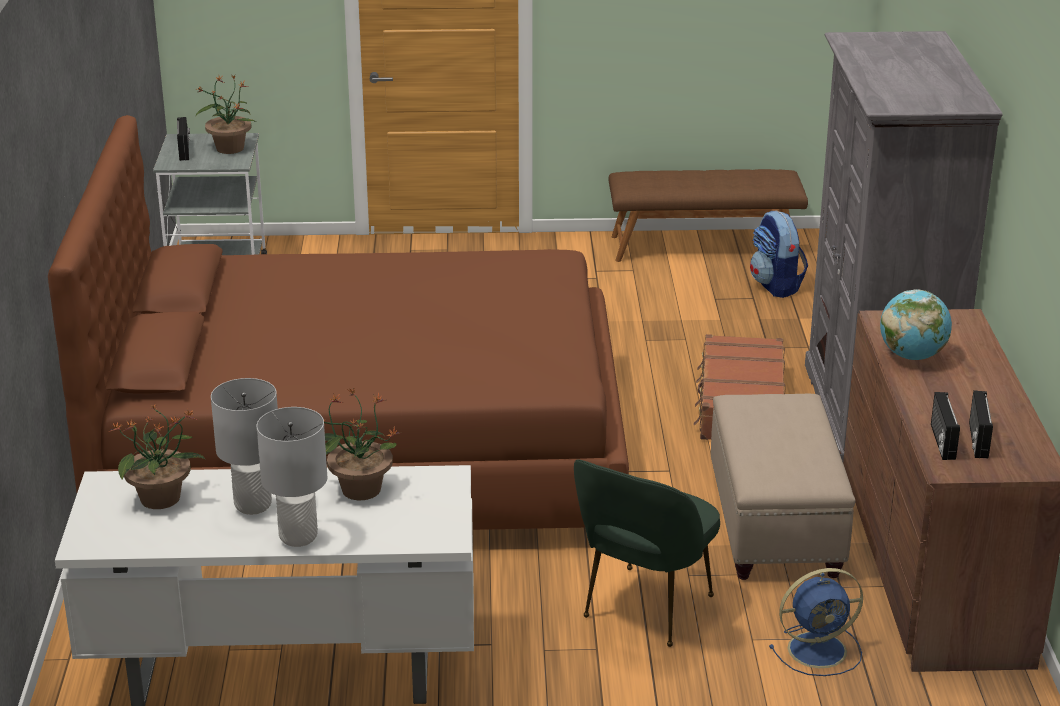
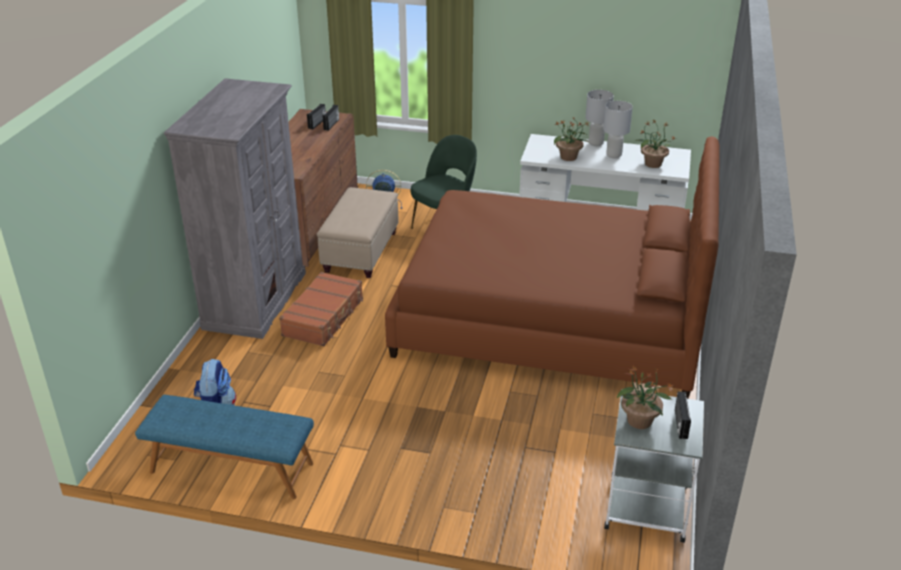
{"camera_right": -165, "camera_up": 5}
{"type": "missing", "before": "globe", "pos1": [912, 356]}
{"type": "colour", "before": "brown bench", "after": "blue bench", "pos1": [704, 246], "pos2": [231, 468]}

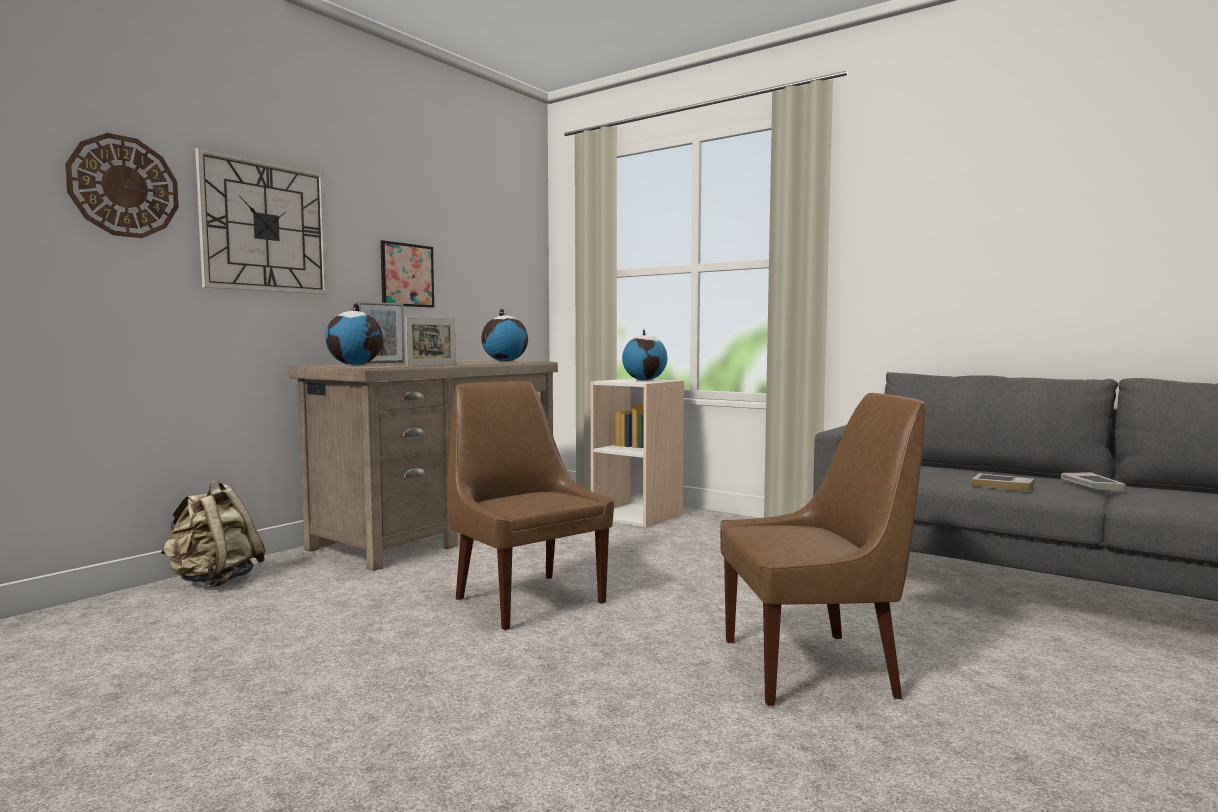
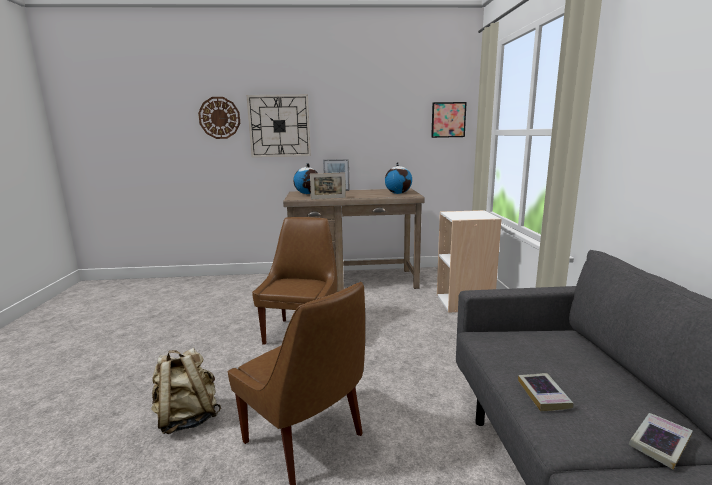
{"camera_right": 50, "camera_up": 10}
{"type": "missing", "before": "globe", "pos1": [644, 380]}
{"type": "relocated", "before": "beige backpack", "pos1": [214, 581], "pos2": [187, 418]}
{"type": "relocated", "before": "picture", "pos1": [407, 275], "pos2": [448, 120]}

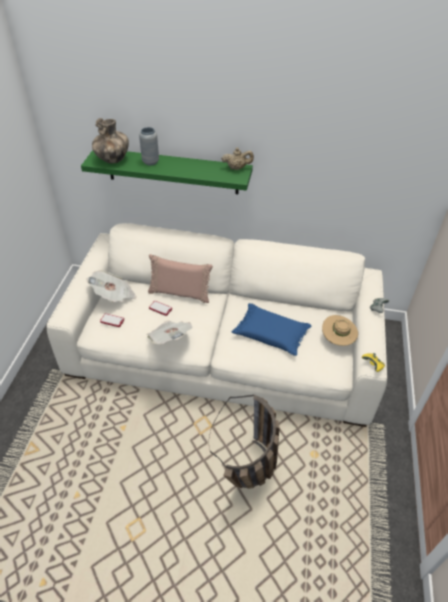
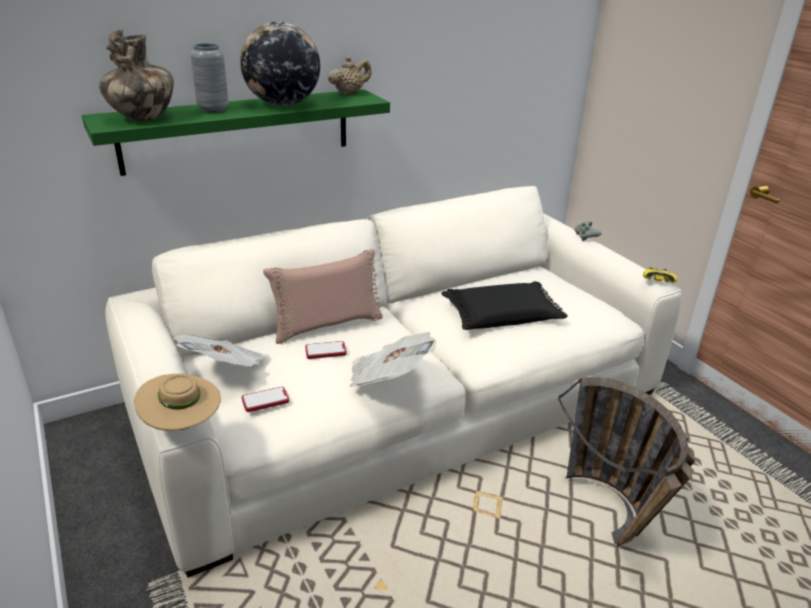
{"camera_right": -40, "camera_up": -15}
{"type": "appeared", "after": "globe", "pos2": [283, 104]}
{"type": "relocated", "before": "beige hat", "pos1": [337, 339], "pos2": [183, 425]}
{"type": "colour", "before": "blue pillow", "after": "black pillow", "pos1": [271, 332], "pos2": [502, 312]}

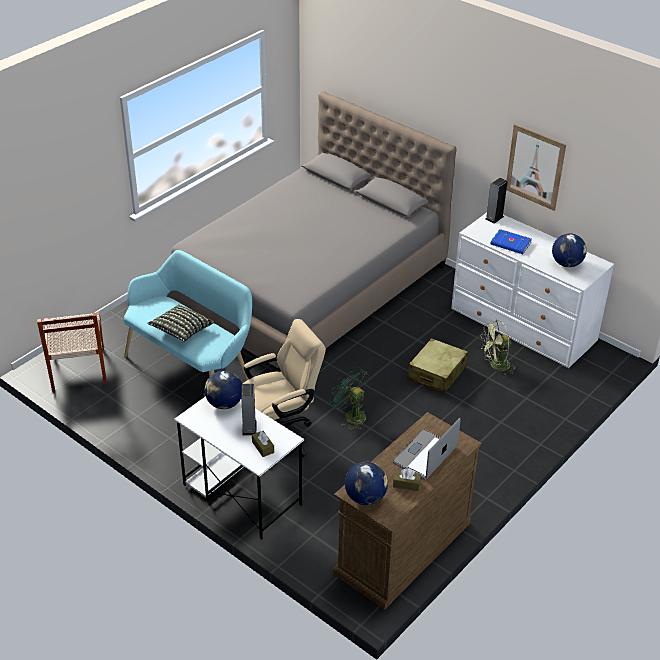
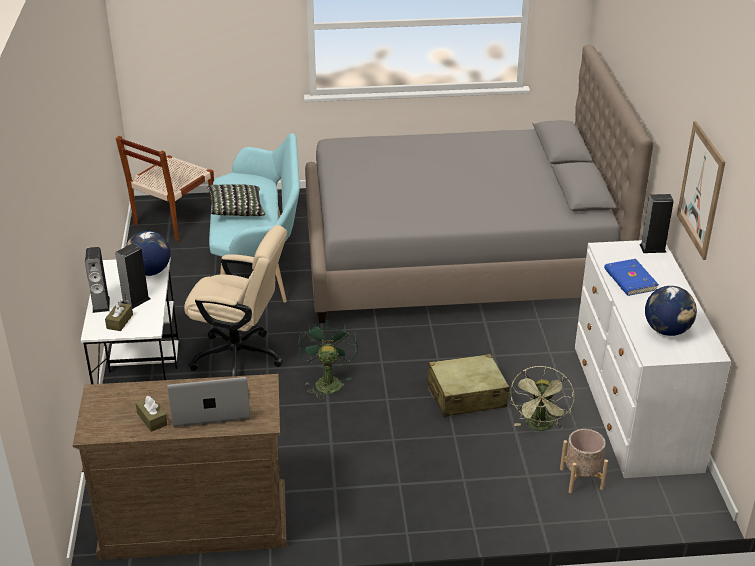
{"camera_right": 45, "camera_up": -5}
{"type": "missing", "before": "globe", "pos1": [365, 497]}
{"type": "appeared", "after": "speaker", "pos2": [101, 304]}
{"type": "appeared", "after": "beige planter", "pos2": [581, 478]}
{"type": "spun", "before": "green fan", "pos1": [496, 366], "pos2": [540, 427], "turn": -105}

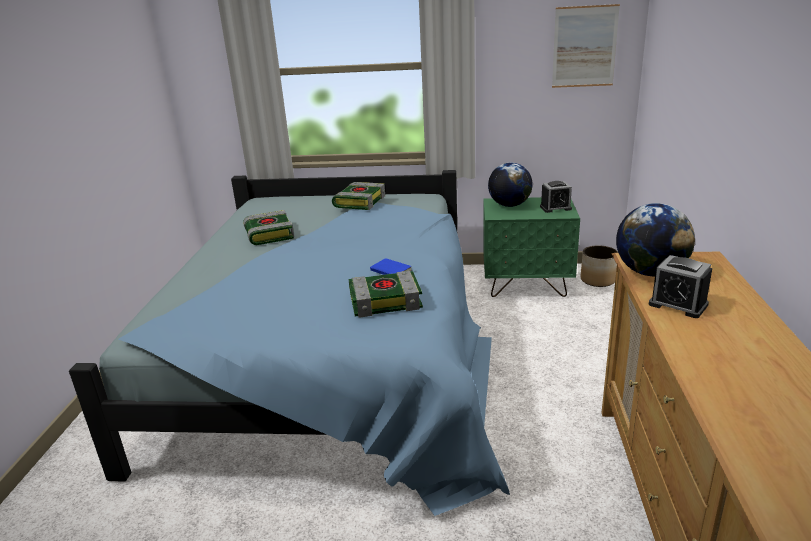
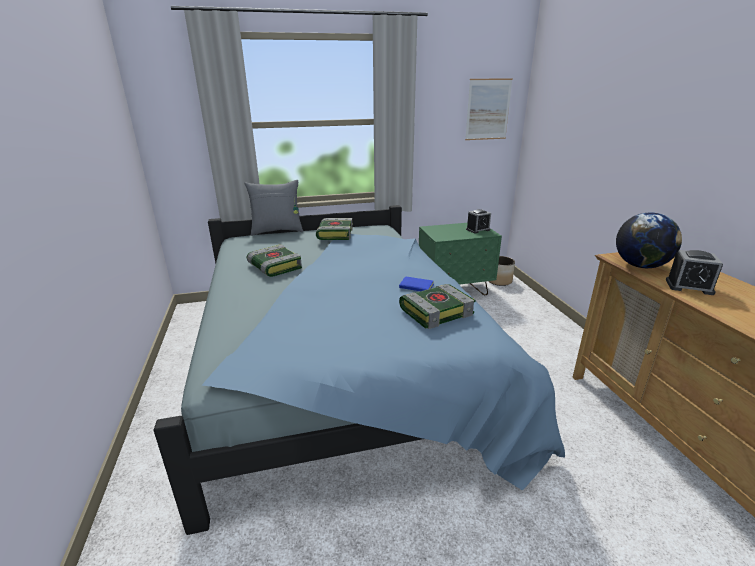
{"camera_right": -20, "camera_up": 0}
{"type": "missing", "before": "globe", "pos1": [509, 205]}
{"type": "appeared", "after": "grey pillow", "pos2": [277, 231]}

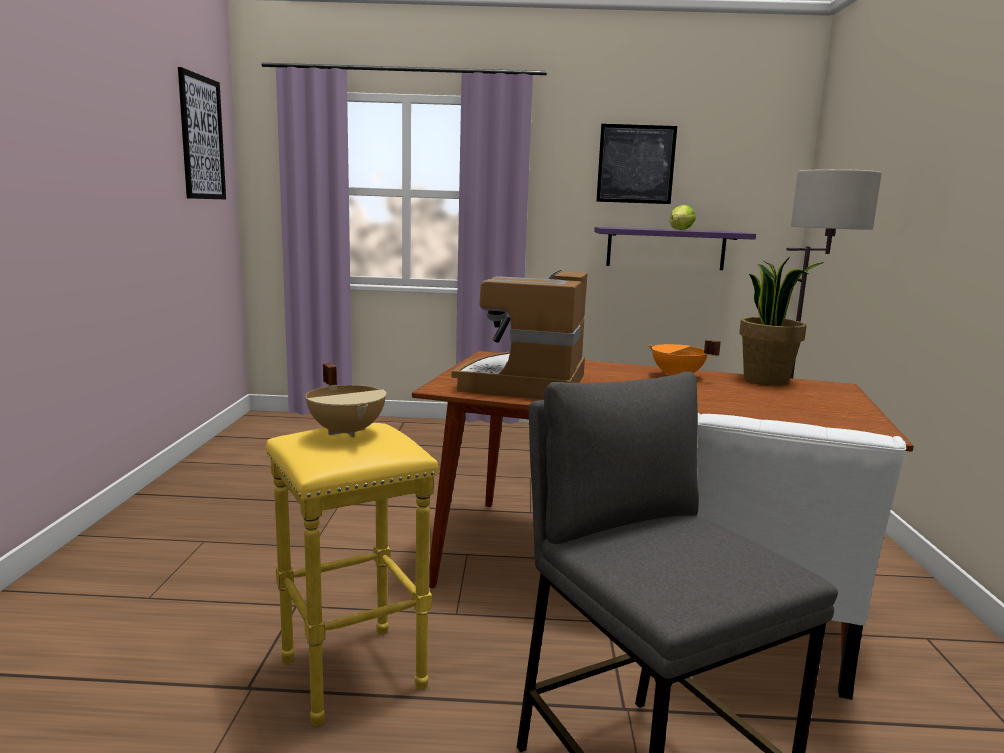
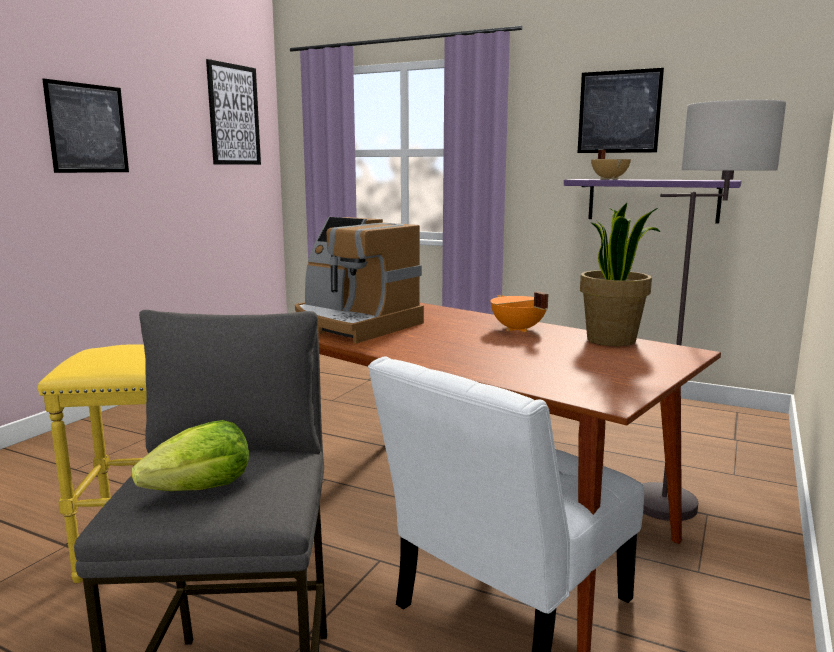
{"camera_right": 25, "camera_up": 0}
{"type": "appeared", "after": "picture", "pos2": [87, 128]}
{"type": "relocated", "before": "beige cooking pot", "pos1": [348, 431], "pos2": [610, 179]}
{"type": "relocated", "before": "lettuce", "pos1": [680, 230], "pos2": [202, 489]}
{"type": "spun", "before": "coffee machine", "pos1": [525, 383], "pos2": [353, 324], "turn": -90}

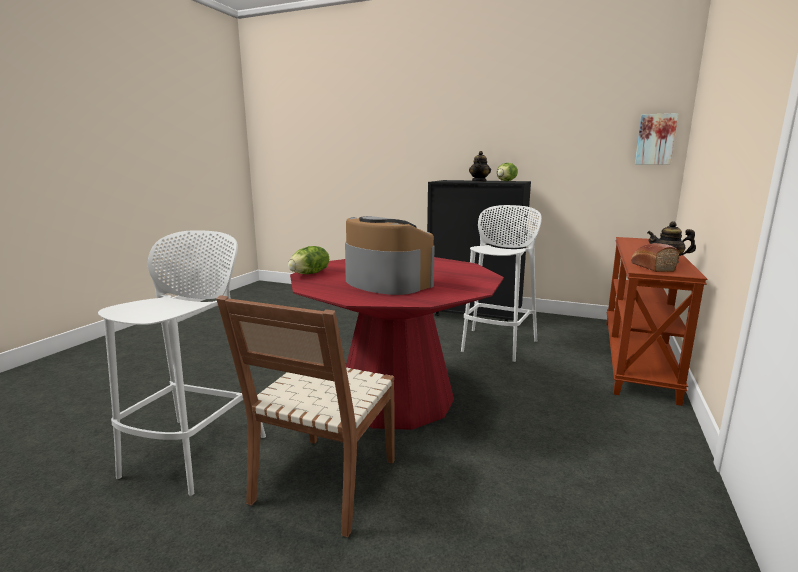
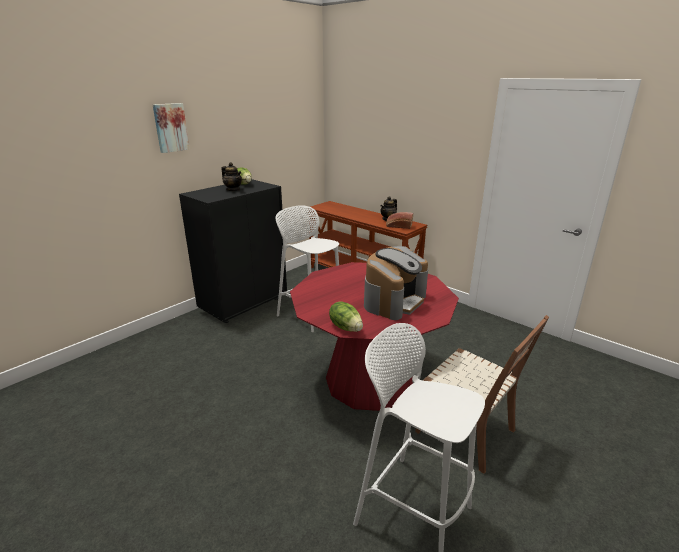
{"camera_right": -70, "camera_up": 10}
{"type": "relocated", "before": "picture", "pos1": [655, 139], "pos2": [170, 127]}
{"type": "spun", "before": "coffee machine", "pos1": [386, 282], "pos2": [394, 301], "turn": 150}

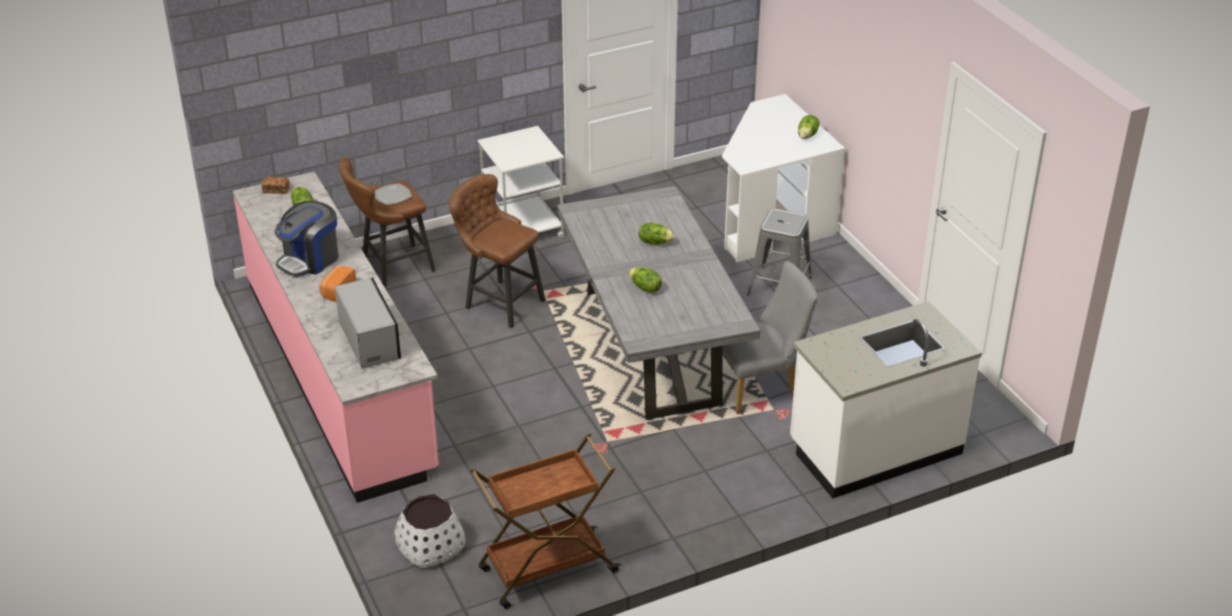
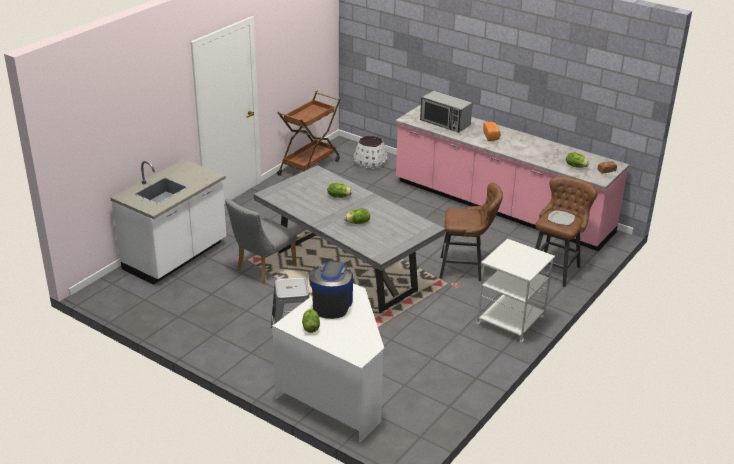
{"camera_right": 150, "camera_up": -5}
{"type": "relocated", "before": "coffee machine", "pos1": [310, 260], "pos2": [331, 304]}

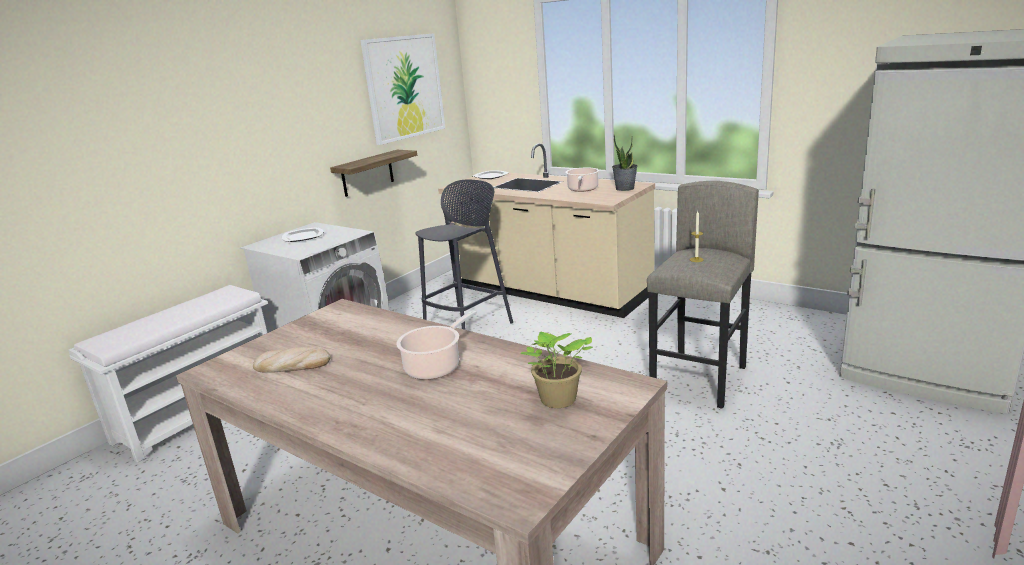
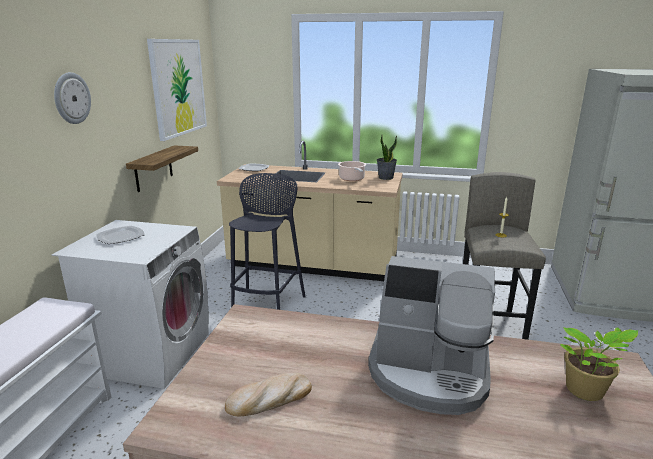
{"camera_right": -25, "camera_up": 0}
{"type": "appeared", "after": "wall clock", "pos2": [71, 98]}
{"type": "exchanged", "before": "cooking pot", "after": "coffee machine", "pos1": [435, 367], "pos2": [429, 373]}

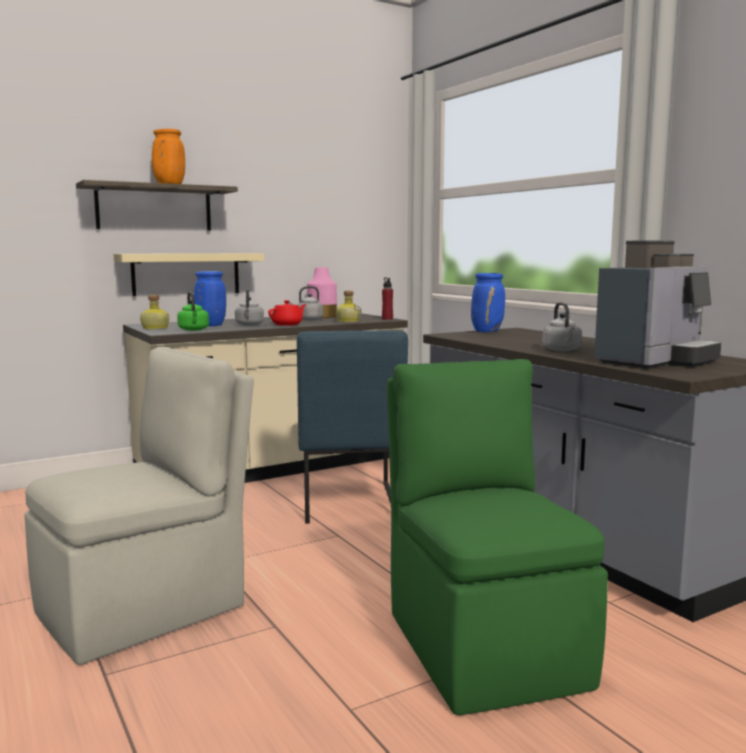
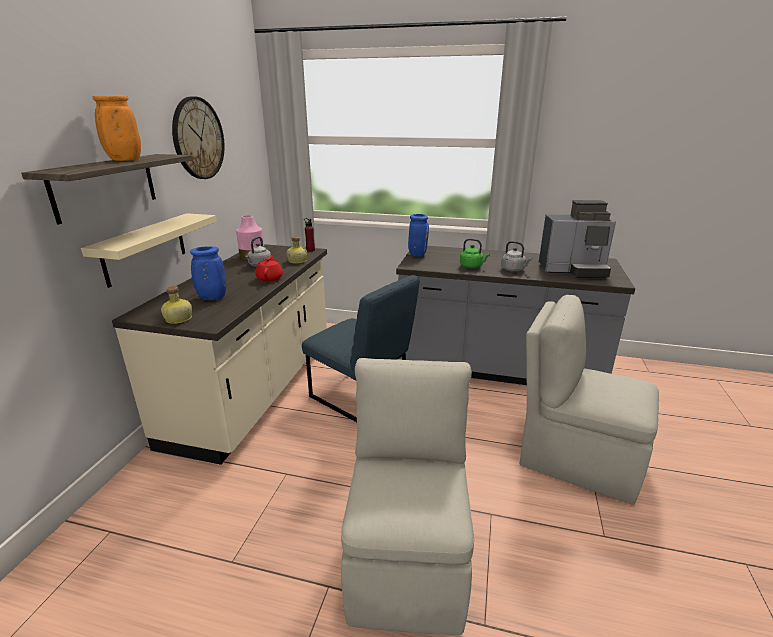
{"camera_right": -45, "camera_up": 15}
{"type": "missing", "before": "grey kettle", "pos1": [249, 325]}
{"type": "appeared", "after": "wall clock", "pos2": [198, 139]}
{"type": "relocated", "before": "green kettle", "pos1": [193, 330], "pos2": [472, 266]}
{"type": "colour", "before": "green chair", "after": "beige chair", "pos1": [484, 645], "pos2": [576, 457]}
{"type": "spun", "before": "coffee machine", "pos1": [655, 361], "pos2": [573, 270], "turn": 90}

